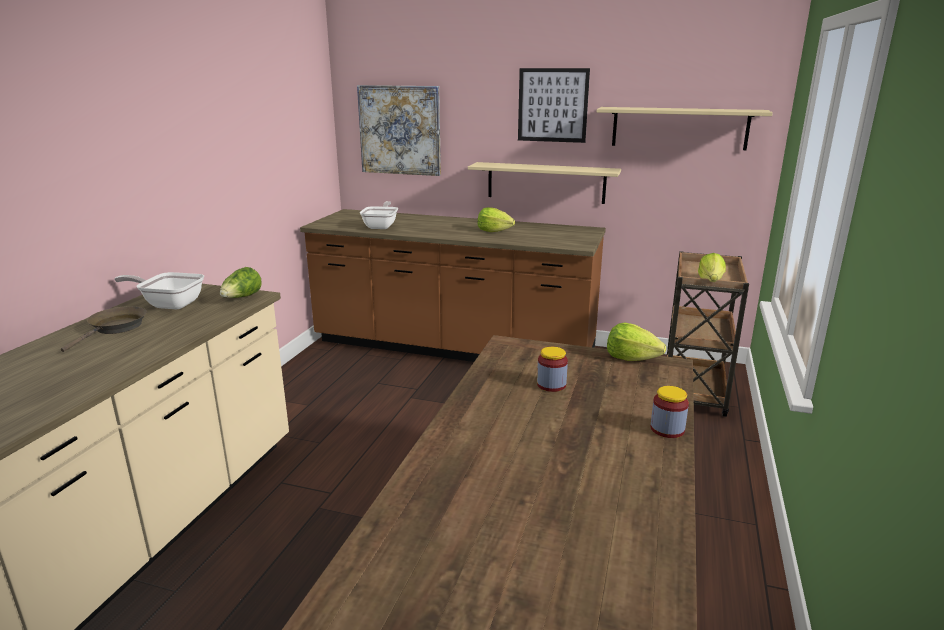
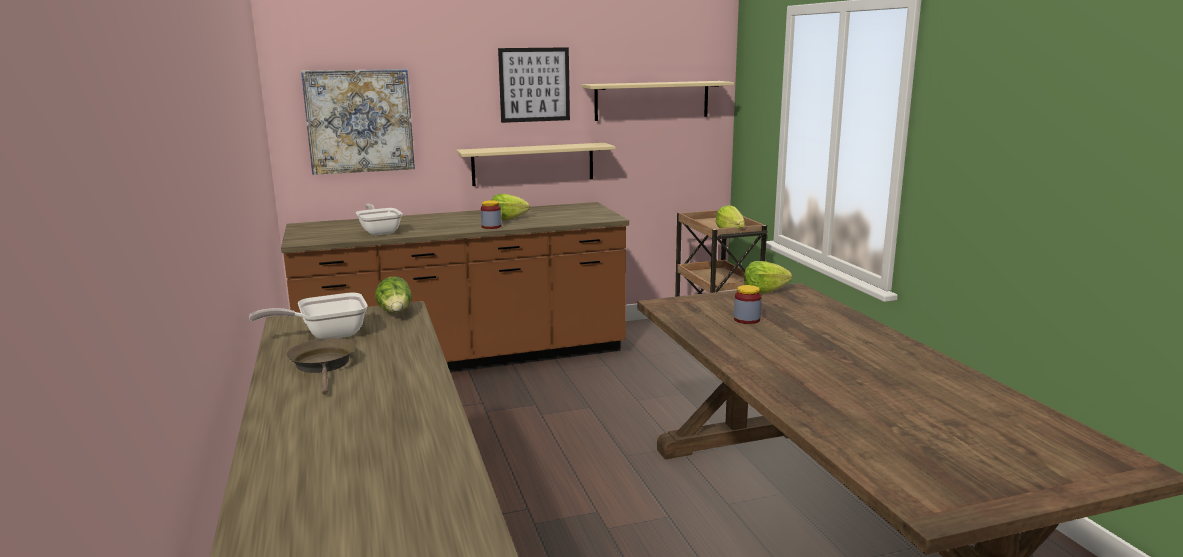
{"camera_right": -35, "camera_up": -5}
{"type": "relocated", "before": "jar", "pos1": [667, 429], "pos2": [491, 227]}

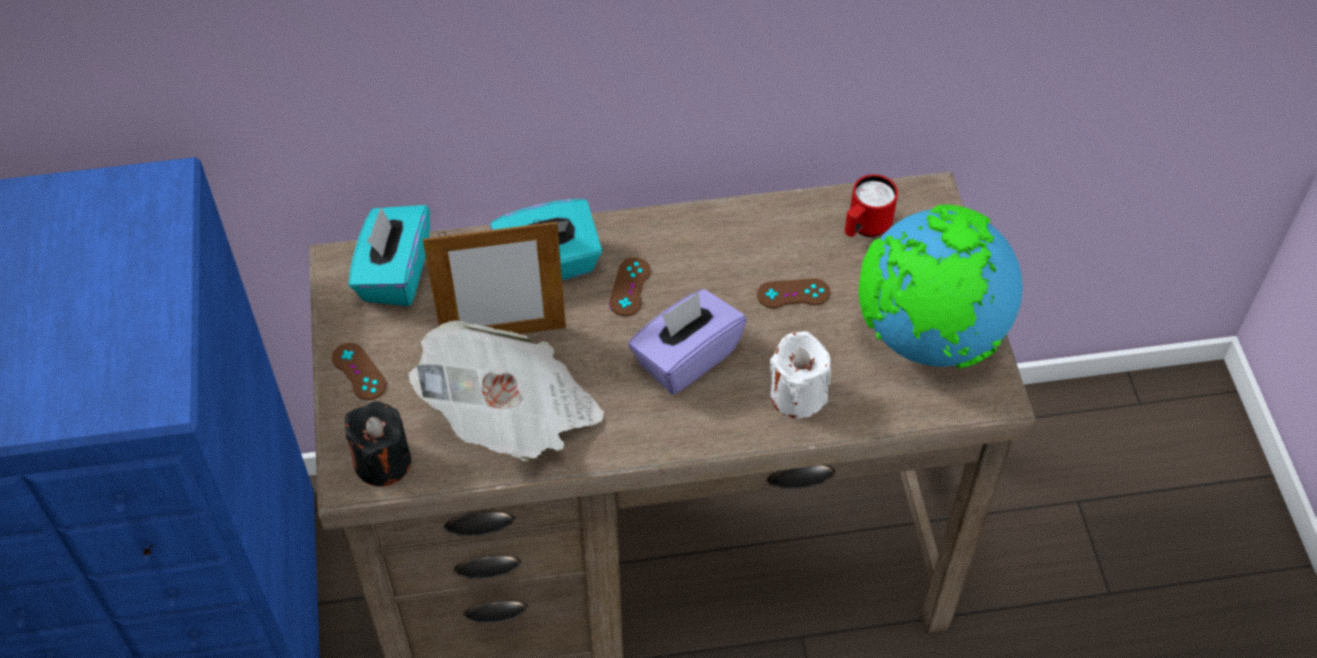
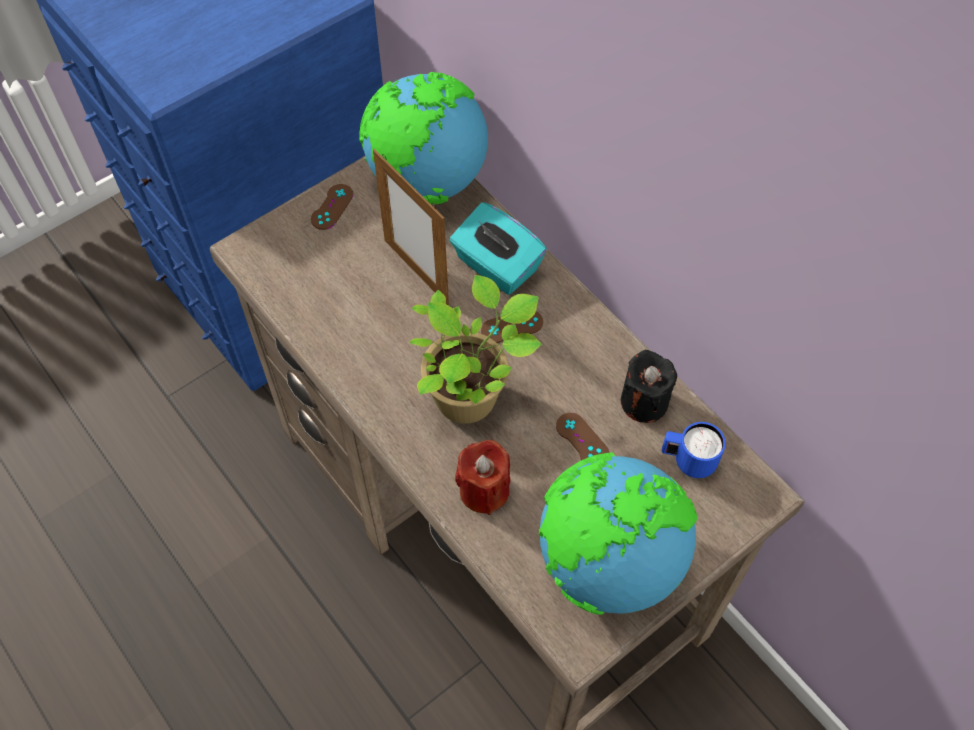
{"camera_right": 60, "camera_up": 5}
{"type": "missing", "before": "newspaper", "pos1": [513, 416]}
{"type": "relocated", "before": "black candle", "pos1": [382, 462], "pos2": [644, 402]}
{"type": "exchanged", "before": "turquoise tissue box", "after": "globe", "pos1": [394, 274], "pos2": [426, 182]}
{"type": "exchanged", "before": "purple tissue box", "after": "potted plant", "pos1": [686, 358], "pos2": [470, 396]}
{"type": "colour", "before": "white candle", "after": "red candle", "pos1": [797, 395], "pos2": [484, 490]}
{"type": "colour", "before": "red mug", "after": "blue mug", "pos1": [865, 228], "pos2": [687, 461]}

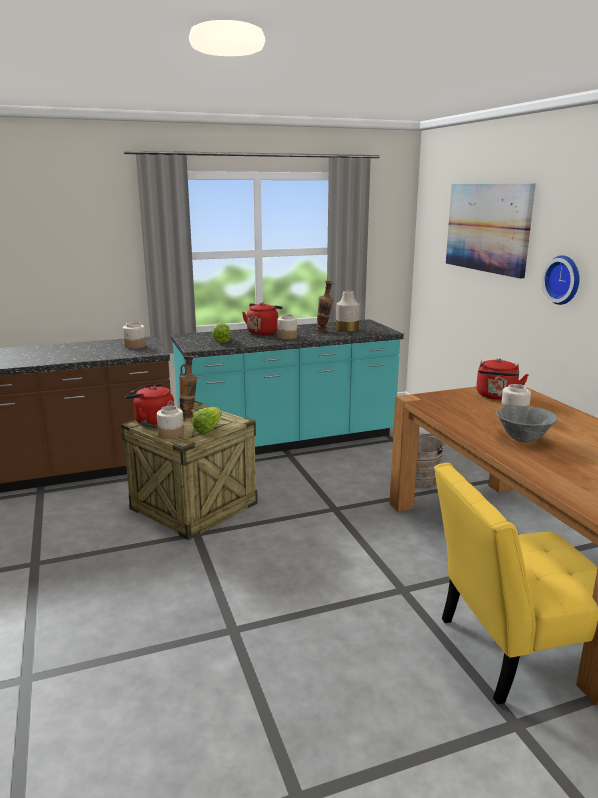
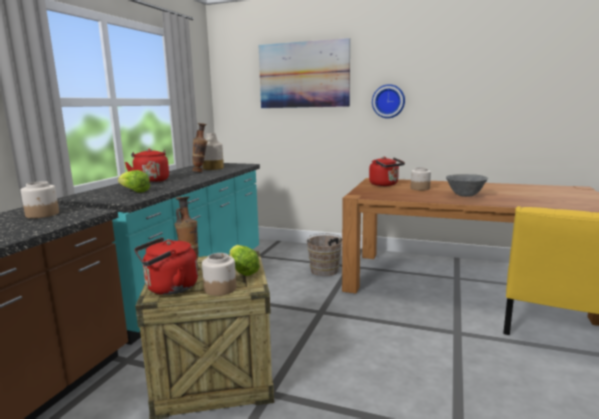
{"camera_right": -50, "camera_up": -5}
{"type": "missing", "before": "jar", "pos1": [287, 337]}

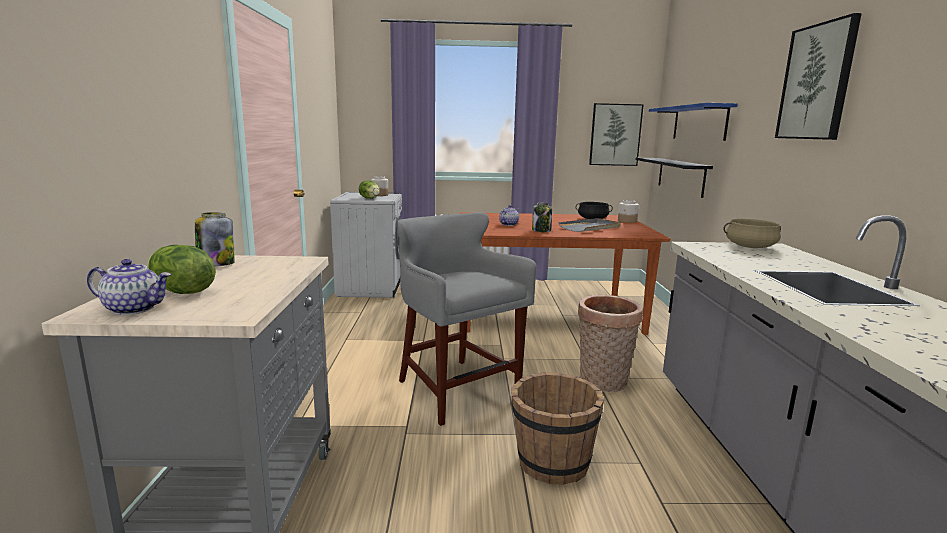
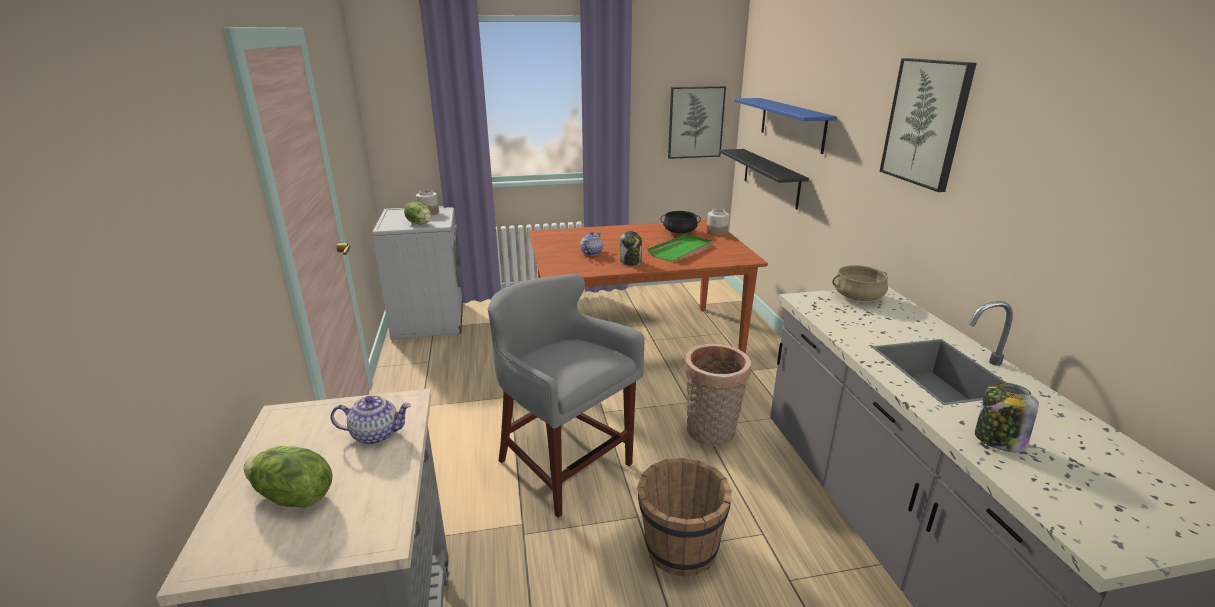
{"camera_right": -10, "camera_up": 10}
{"type": "relocated", "before": "teapot", "pos1": [135, 308], "pos2": [376, 434]}
{"type": "relocated", "before": "jar", "pos1": [216, 264], "pos2": [998, 440]}
{"type": "colour", "before": "grey tray", "after": "green tray", "pos1": [590, 227], "pos2": [681, 250]}

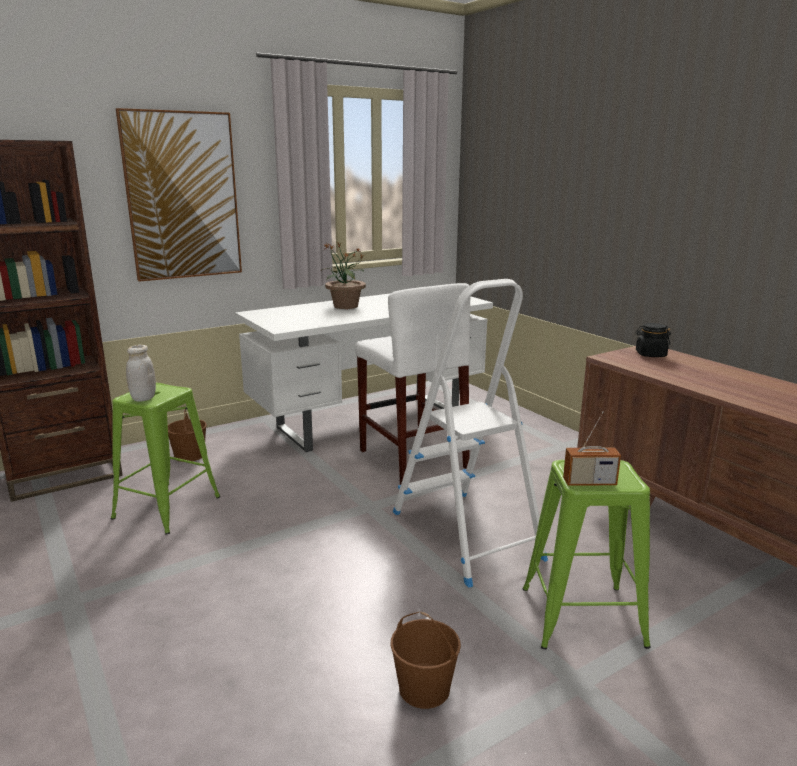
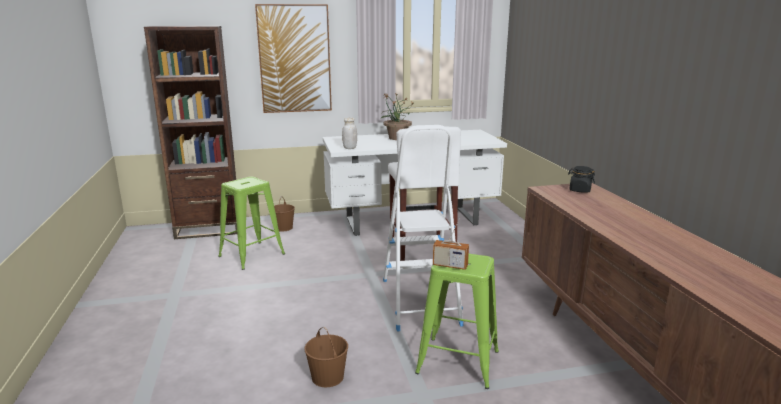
{"camera_right": 20, "camera_up": 0}
{"type": "relocated", "before": "white jar", "pos1": [143, 398], "pos2": [349, 148]}

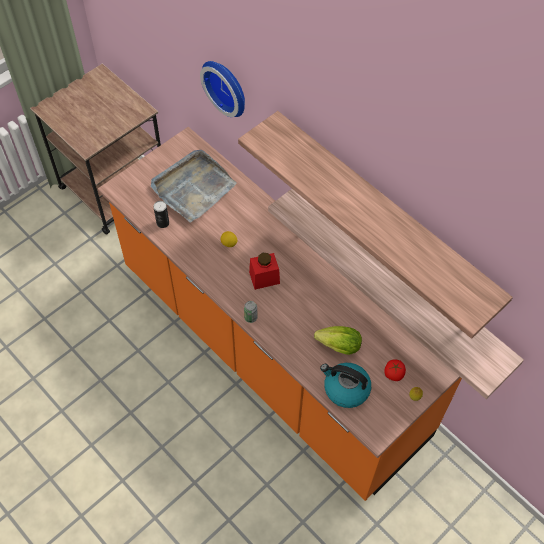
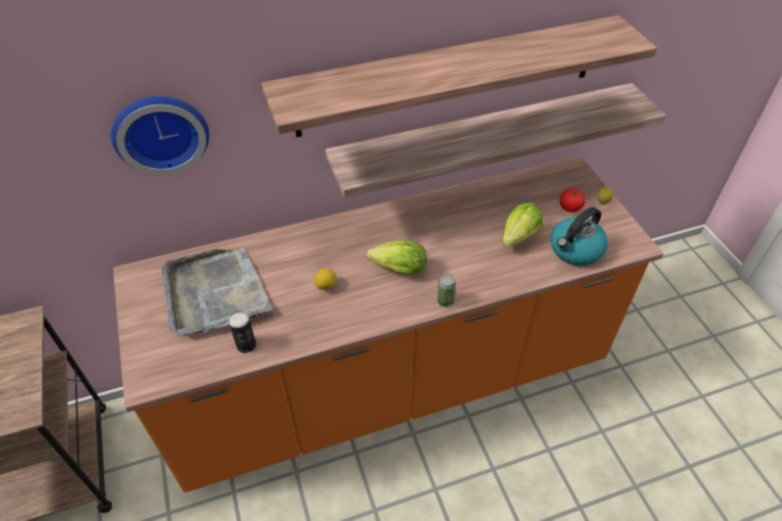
{"camera_right": -65, "camera_up": -10}
{"type": "exchanged", "before": "red jar", "after": "lettuce", "pos1": [264, 278], "pos2": [396, 269]}

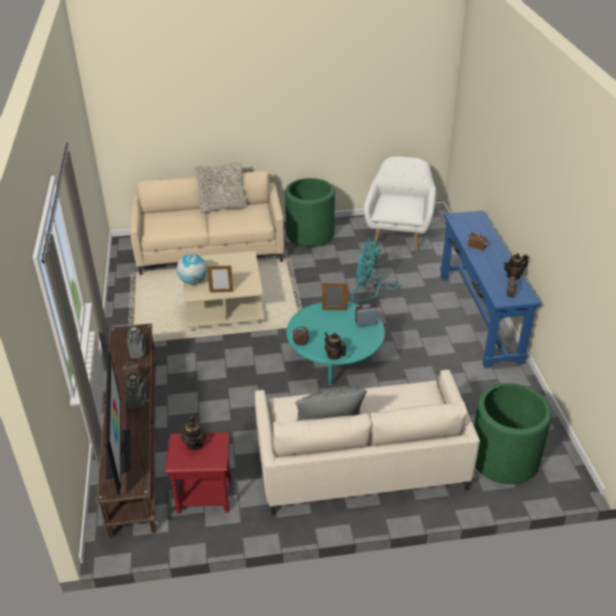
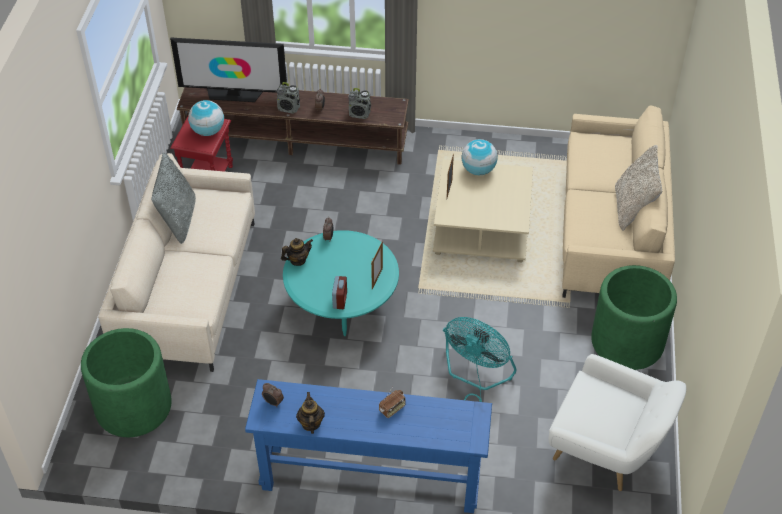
{"camera_right": 105, "camera_up": 10}
{"type": "exchanged", "before": "teapot", "after": "globe", "pos1": [195, 444], "pos2": [208, 131]}

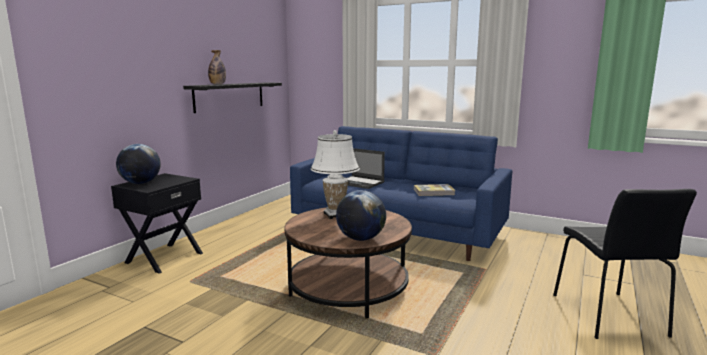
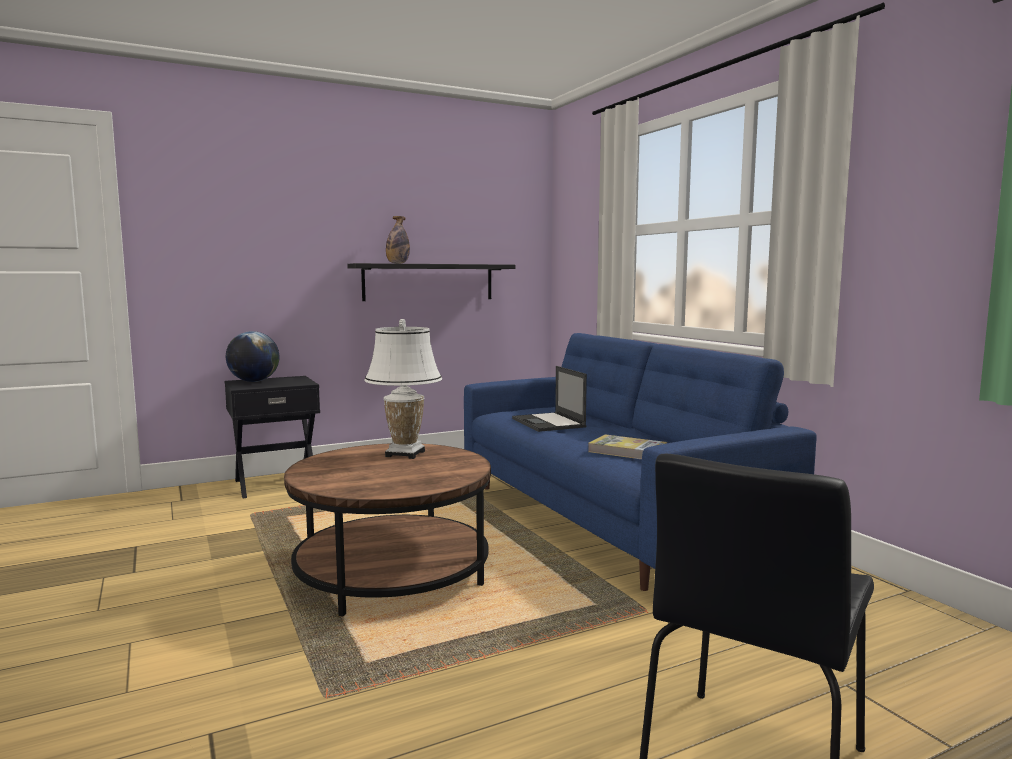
{"camera_right": 35, "camera_up": -5}
{"type": "missing", "before": "globe", "pos1": [361, 239]}

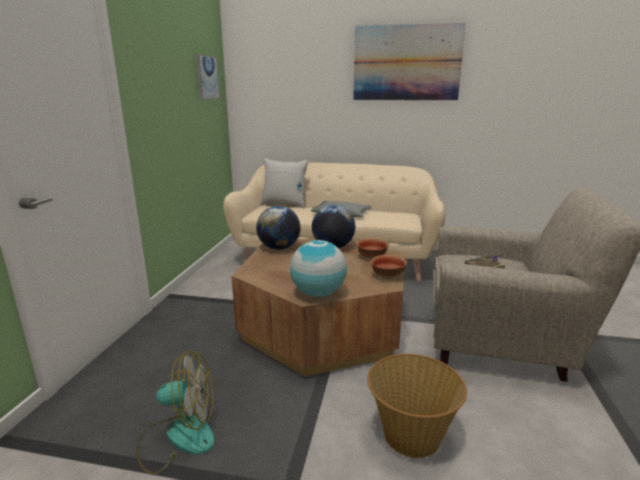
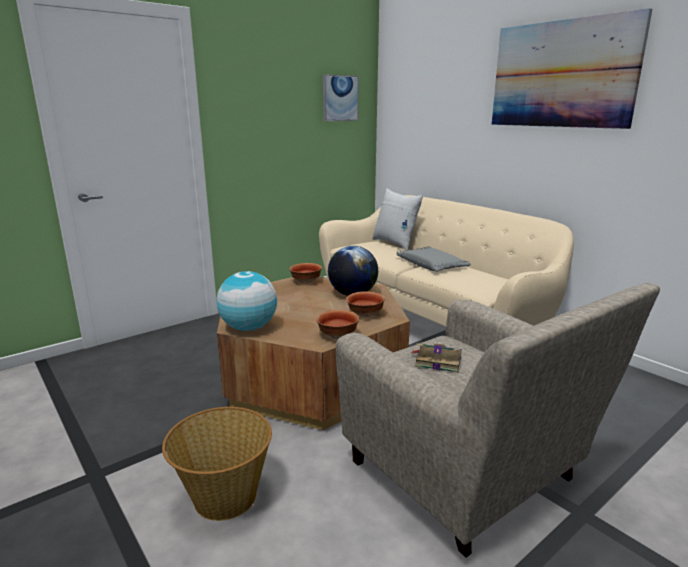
{"camera_right": 40, "camera_up": 0}
{"type": "missing", "before": "fan", "pos1": [178, 437]}
{"type": "exchanged", "before": "globe", "after": "bowl", "pos1": [279, 248], "pos2": [305, 282]}

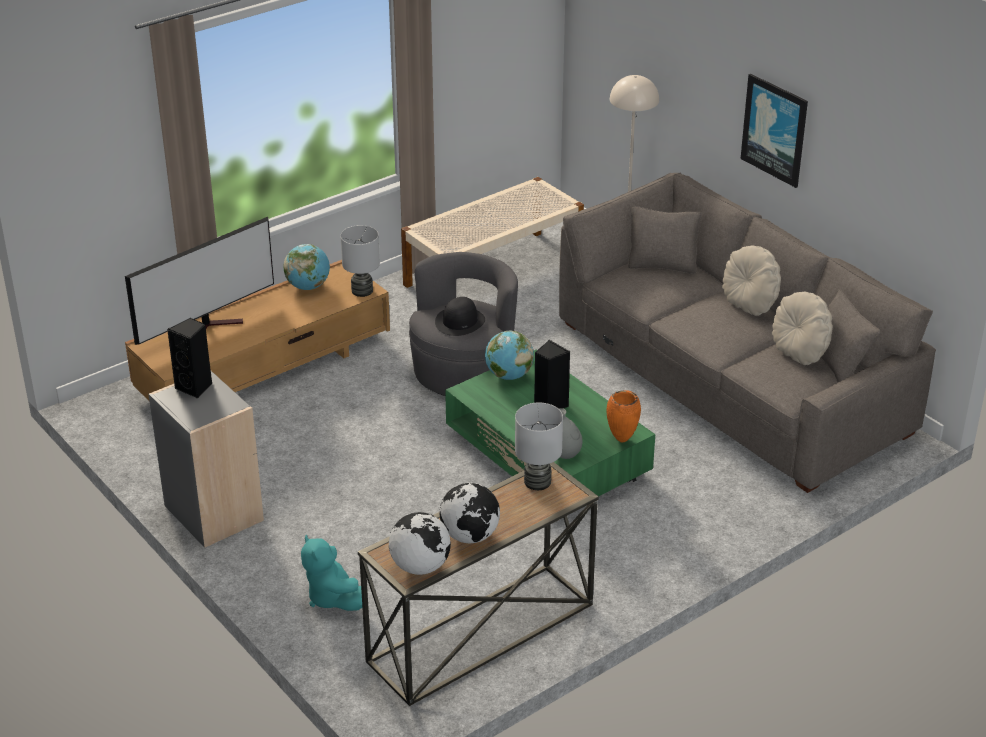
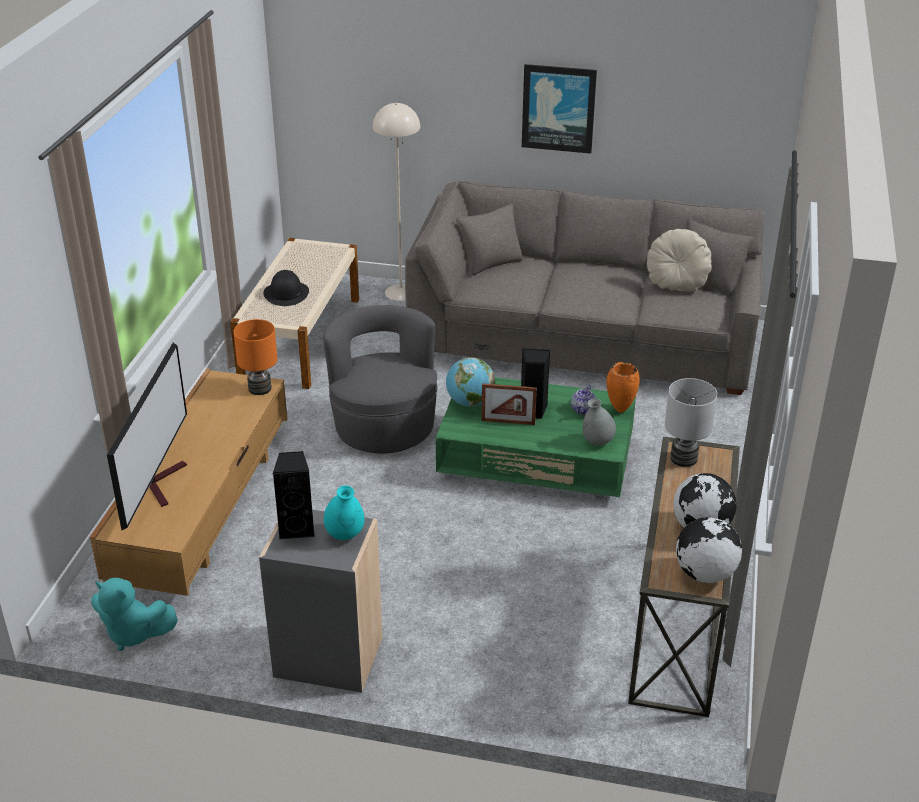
{"camera_right": -40, "camera_up": 0}
{"type": "missing", "before": "globe", "pos1": [308, 286]}
{"type": "missing", "before": "beige pillow", "pos1": [749, 306]}
{"type": "appeared", "after": "turquoise vase", "pos2": [344, 534]}
{"type": "appeared", "after": "picture frame", "pos2": [508, 422]}
{"type": "appeared", "after": "teapot", "pos2": [583, 410]}
{"type": "relocated", "before": "turquoise plush toy", "pos1": [332, 597], "pos2": [133, 633]}
{"type": "relocated", "before": "black hat", "pos1": [460, 322], "pos2": [286, 293]}
{"type": "colour", "before": "grey table lamp", "after": "orange table lamp", "pos1": [362, 291], "pos2": [260, 388]}

